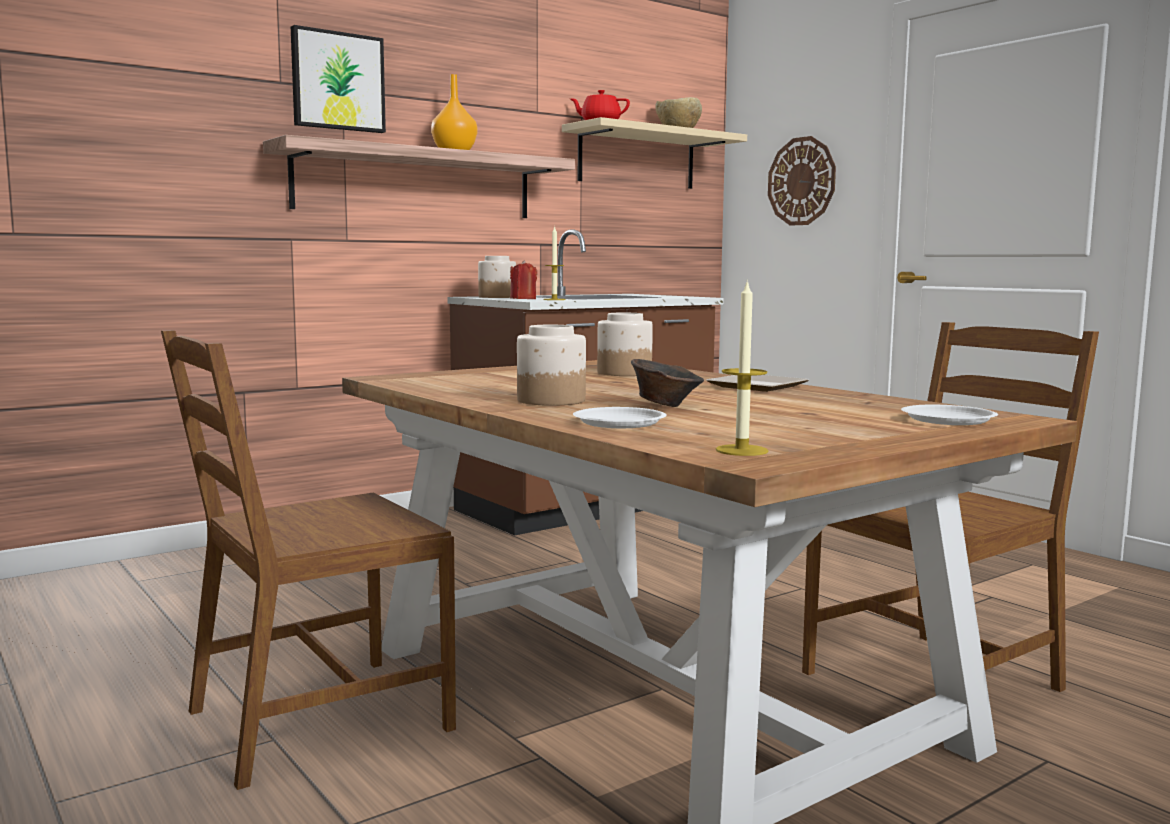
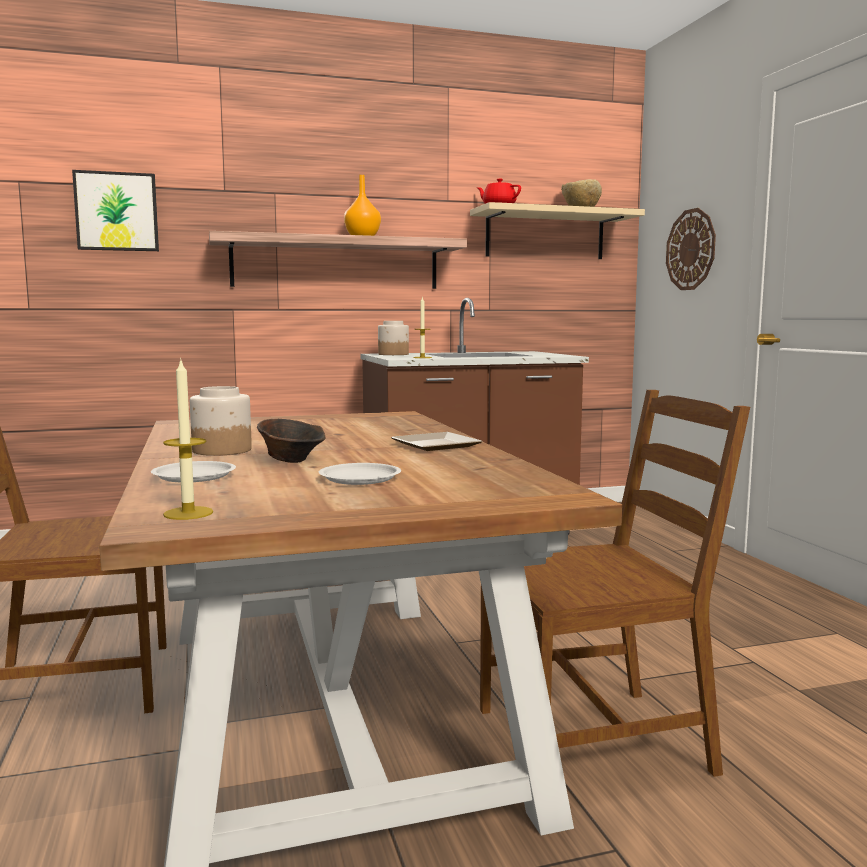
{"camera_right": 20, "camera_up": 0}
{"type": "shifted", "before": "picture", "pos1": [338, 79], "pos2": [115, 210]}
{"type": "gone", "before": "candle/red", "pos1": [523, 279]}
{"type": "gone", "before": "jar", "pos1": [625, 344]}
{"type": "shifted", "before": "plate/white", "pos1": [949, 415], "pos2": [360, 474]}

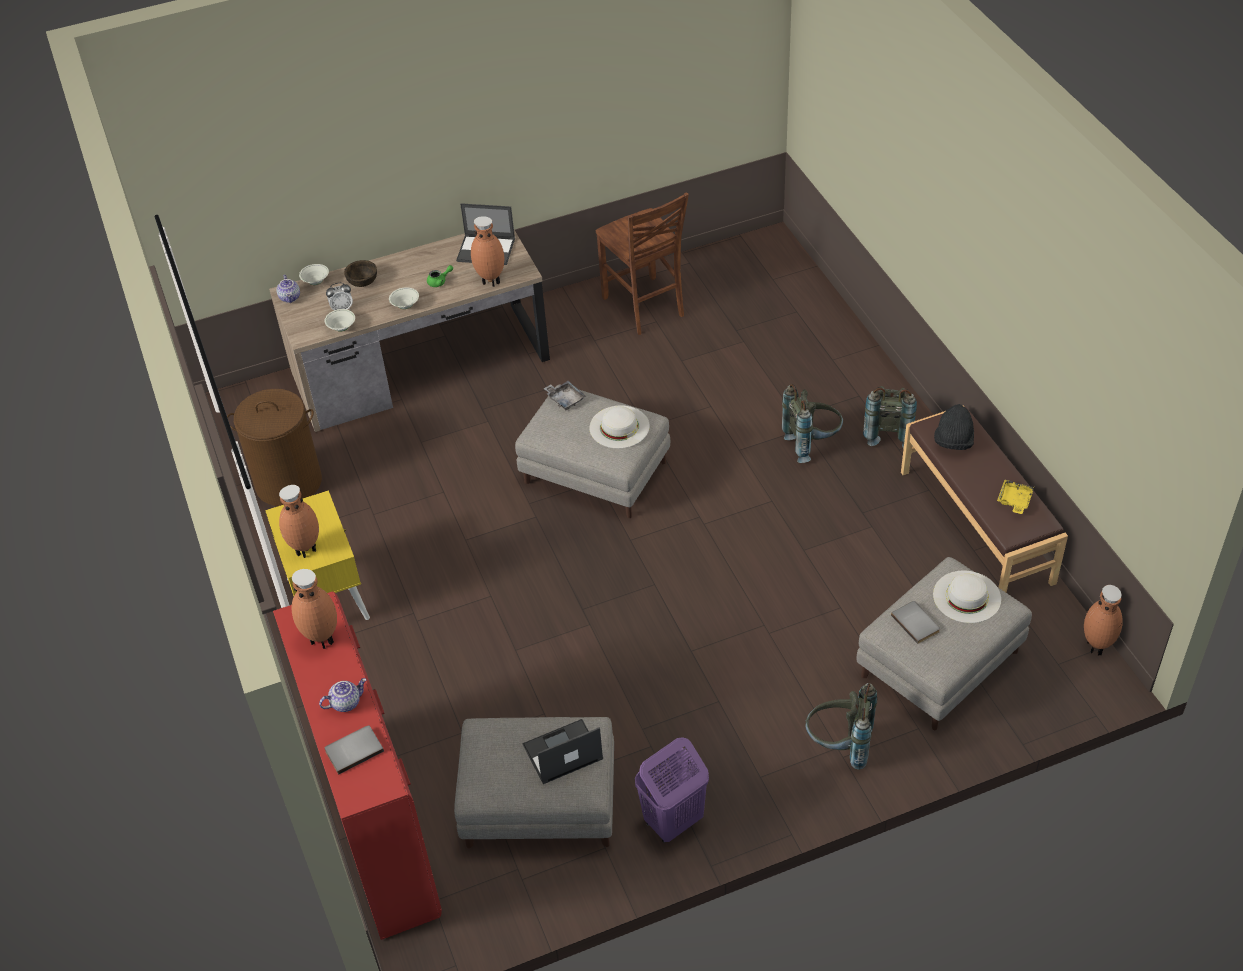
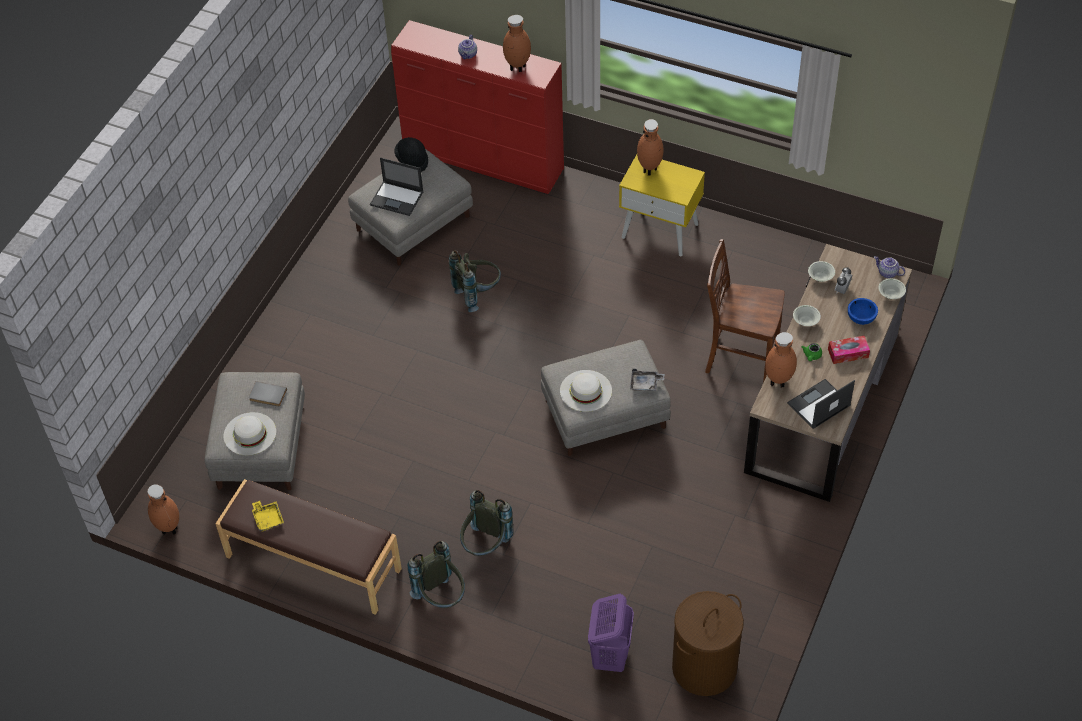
{"camera_right": 135, "camera_up": 5}
{"type": "shifted", "before": "laundry basket/brown", "pos1": [274, 447], "pos2": [708, 643]}
{"type": "gone", "before": "book/grey", "pos1": [354, 750]}
{"type": "repainted", "before": "bowl/brown", "after": "bowl/blue", "pos1": [360, 273], "pos2": [863, 311]}
{"type": "rotated", "before": "laptop", "pos1": [562, 751], "pos2": [397, 187], "turn": 90}
{"type": "shifted", "before": "chair/brown", "pos1": [642, 263], "pos2": [745, 311]}
{"type": "shifted", "before": "laundry basket/purple", "pos1": [672, 790], "pos2": [611, 633]}
{"type": "shifted", "before": "backpack/grey", "pos1": [841, 726], "pos2": [475, 281]}
{"type": "shifted", "before": "hat/black", "pos1": [954, 427], "pos2": [411, 154]}
{"type": "new", "after": "tissue box", "pos2": [849, 350]}

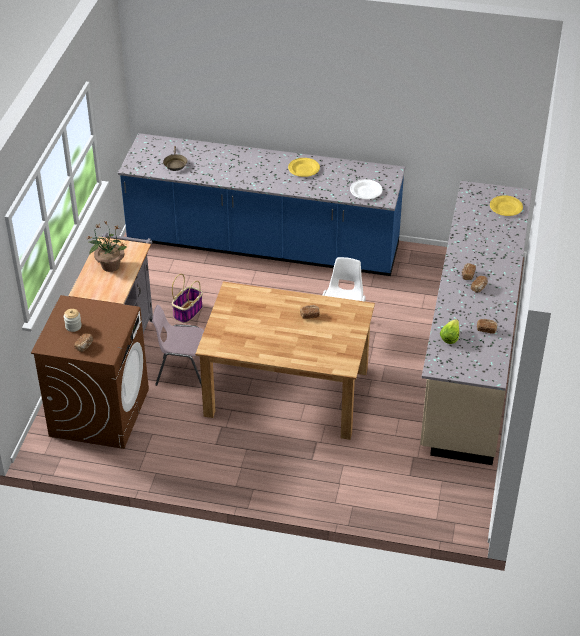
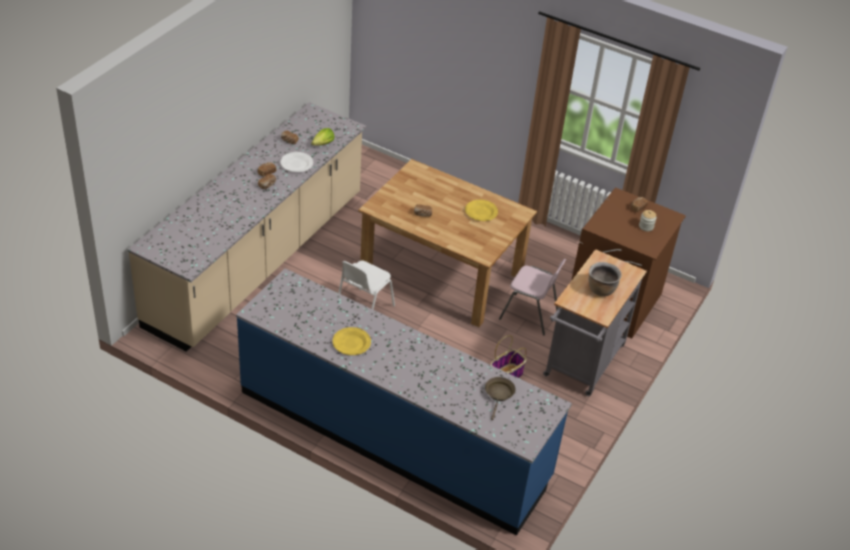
{"camera_right": -165, "camera_up": 0}
{"type": "swapped", "before": "potted plant", "after": "cooking pot/brown", "pos1": [107, 246], "pos2": [605, 279]}
{"type": "shifted", "before": "plate/white", "pos1": [366, 189], "pos2": [296, 162]}
{"type": "shifted", "before": "plate/yellow", "pos1": [506, 205], "pos2": [481, 210]}

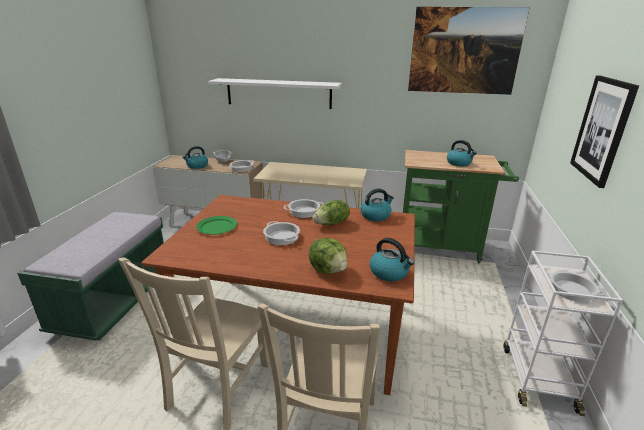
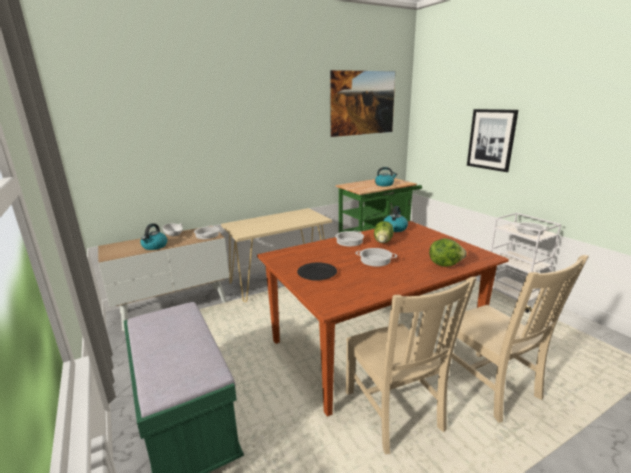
{"camera_right": -40, "camera_up": -5}
{"type": "repainted", "before": "plate/green", "after": "plate/black", "pos1": [216, 225], "pos2": [317, 272]}
{"type": "gone", "before": "shelf/white", "pos1": [275, 93]}
{"type": "gone", "before": "kettle", "pos1": [392, 259]}

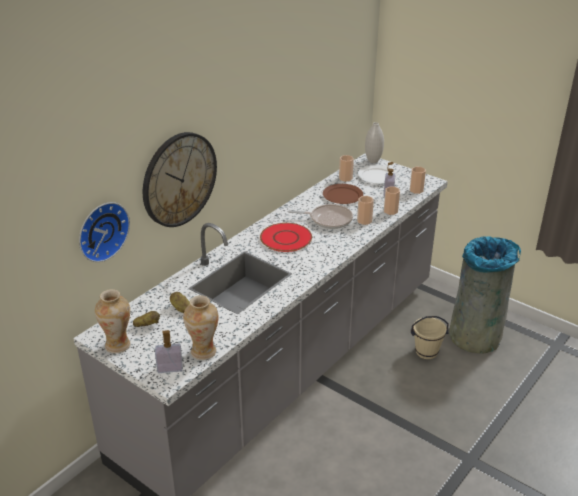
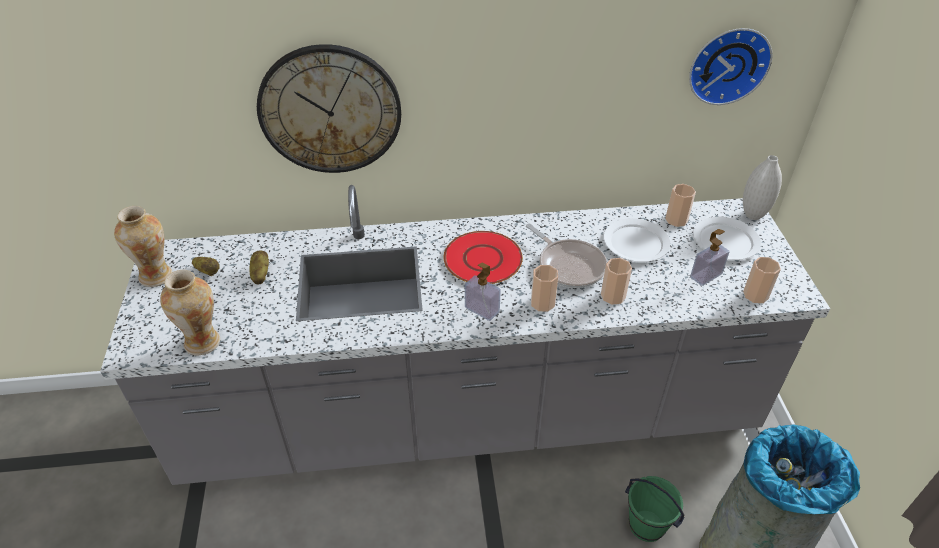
{"camera_right": 45, "camera_up": 10}
{"type": "shifted", "before": "wall clock", "pos1": [104, 232], "pos2": [730, 66]}
{"type": "shifted", "before": "soap dispenser", "pos1": [169, 351], "pos2": [483, 291]}
{"type": "repainted", "before": "plate/brown", "after": "plate/white", "pos1": [343, 194], "pos2": [637, 240]}
{"type": "shifted", "before": "cup", "pos1": [392, 201], "pos2": [544, 288]}
{"type": "repainted", "before": "bucket/beige", "after": "bucket/green", "pos1": [430, 337], "pos2": [655, 509]}

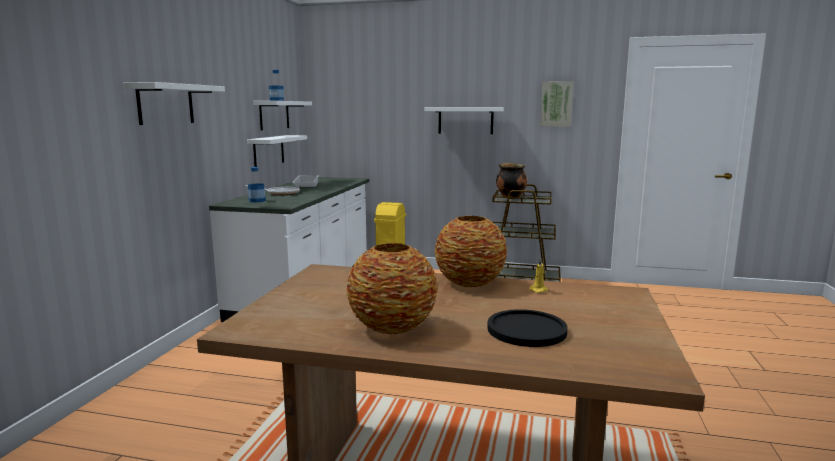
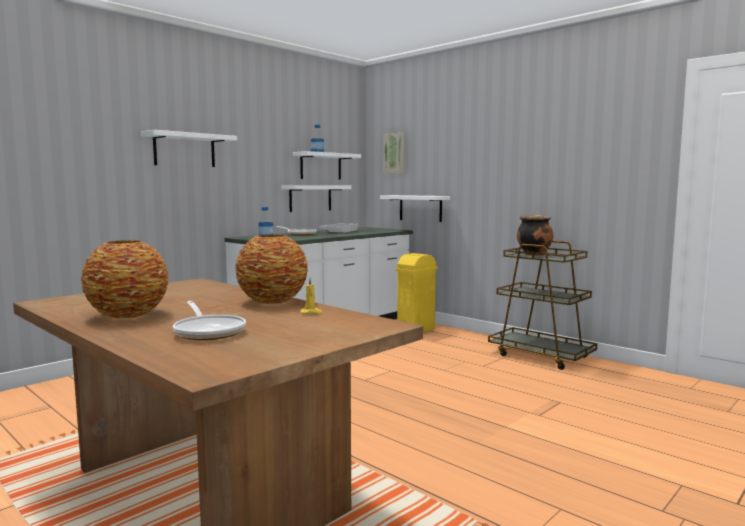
{"camera_right": 30, "camera_up": -5}
{"type": "shifted", "before": "shelf/white", "pos1": [464, 120], "pos2": [415, 208]}
{"type": "swapped", "before": "plate/black", "after": "frying pan", "pos1": [527, 328], "pos2": [209, 320]}
{"type": "shifted", "before": "picture", "pos1": [556, 104], "pos2": [394, 153]}

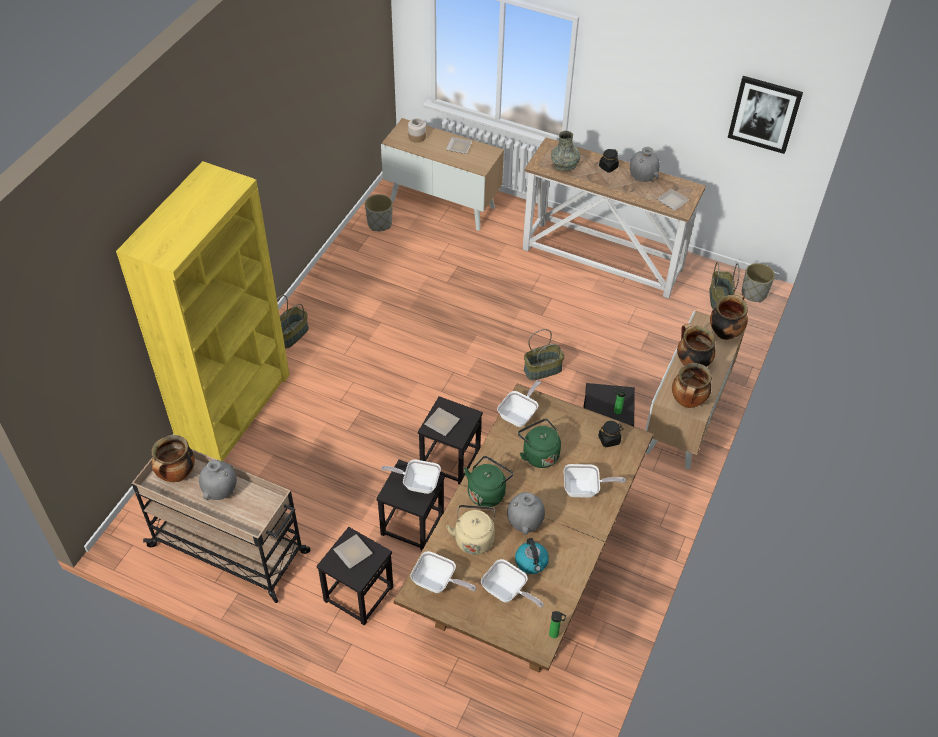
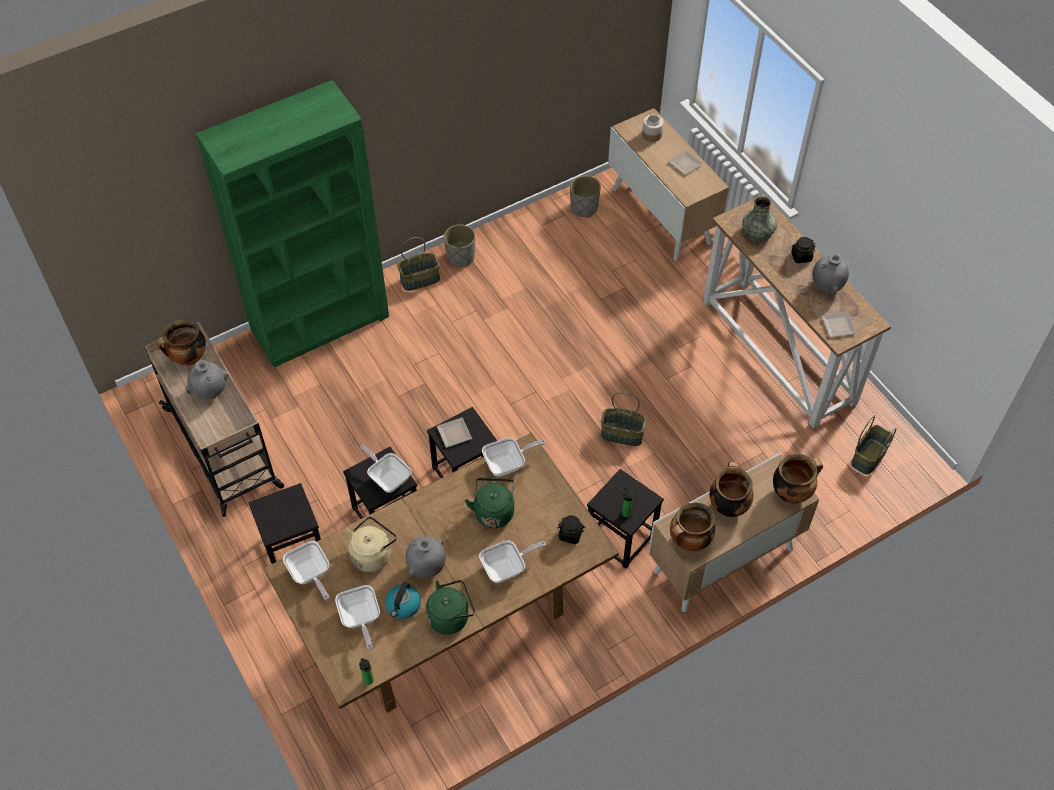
{"camera_right": 35, "camera_up": 5}
{"type": "repainted", "before": "bookcase/yellow", "after": "bookcase/green", "pos1": [203, 311], "pos2": [292, 223]}
{"type": "gone", "before": "plate", "pos1": [353, 551]}
{"type": "shifted", "before": "kettle/green", "pos1": [488, 481], "pos2": [450, 607]}
{"type": "rotated", "before": "frying pan", "pos1": [595, 481], "pos2": [512, 561], "turn": -60}
{"type": "gone", "before": "picture", "pos1": [765, 115]}
{"type": "shifted", "before": "planter/grey", "pos1": [758, 282], "pos2": [459, 246]}

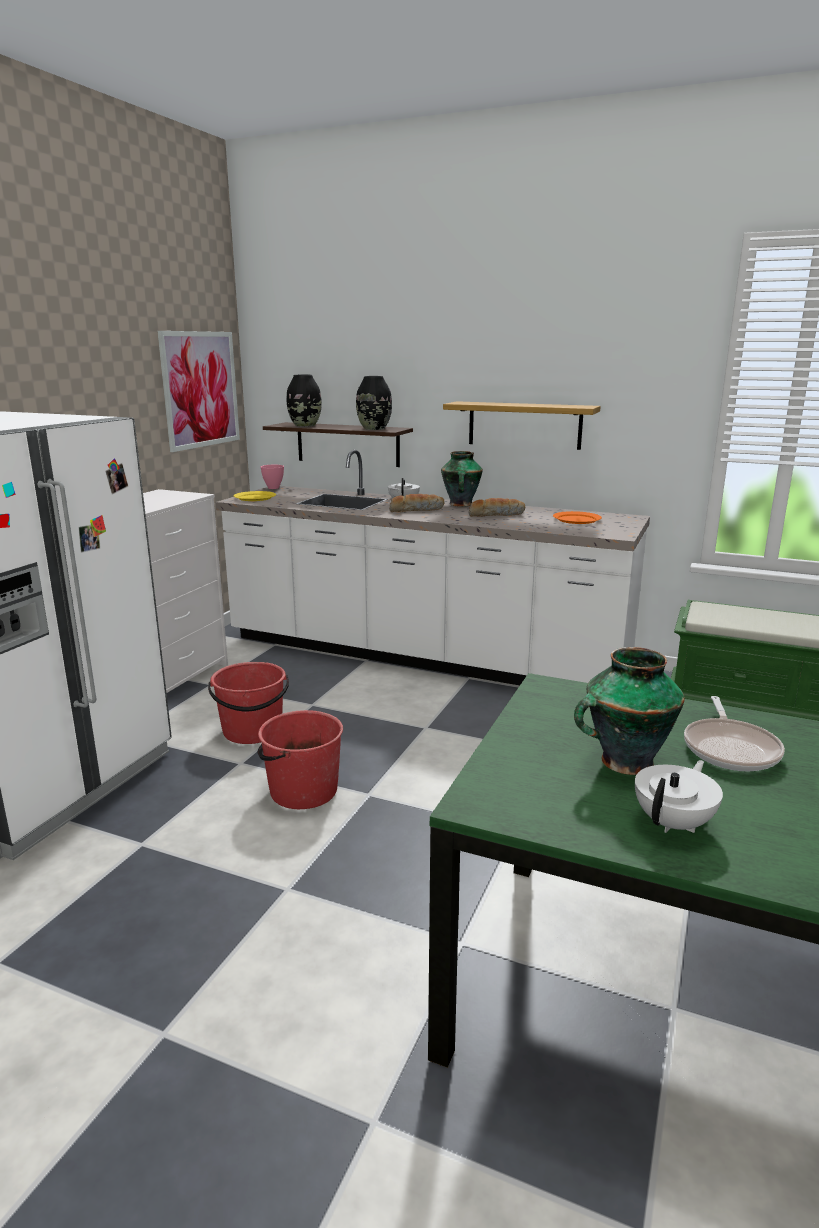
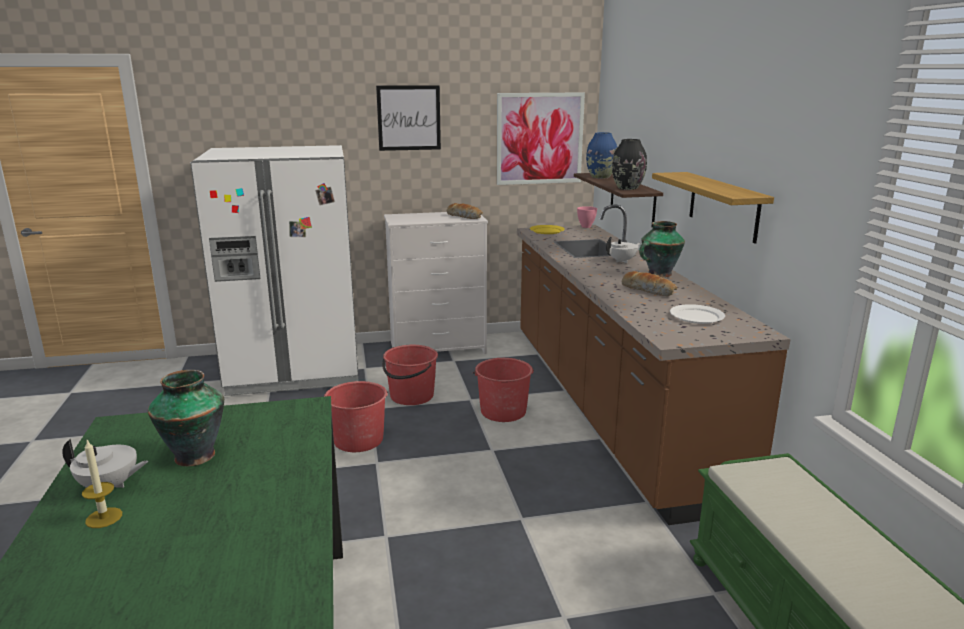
{"camera_right": 55, "camera_up": 0}
{"type": "repainted", "before": "counter/white", "after": "counter/brown", "pos1": [433, 567], "pos2": [654, 364]}
{"type": "repainted", "before": "vase/black", "after": "vase/blue", "pos1": [304, 401], "pos2": [601, 155]}
{"type": "shifted", "before": "bread", "pos1": [417, 503], "pos2": [465, 211]}
{"type": "repainted", "before": "plate/orange", "after": "plate/white", "pos1": [577, 517], "pos2": [697, 314]}
{"type": "gone", "before": "frying pan", "pos1": [734, 733]}
{"type": "new", "after": "candle", "pos2": [102, 484]}
{"type": "new", "after": "picture", "pos2": [408, 118]}
{"type": "new", "after": "bucket/red", "pos2": [503, 390]}

